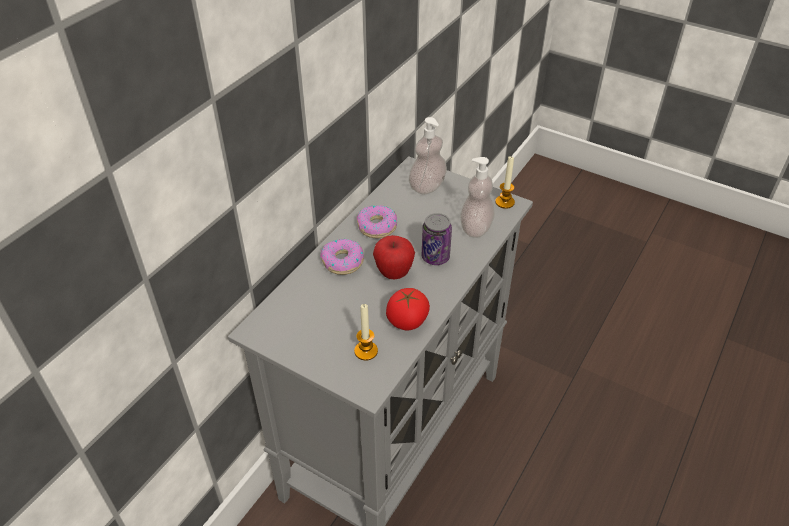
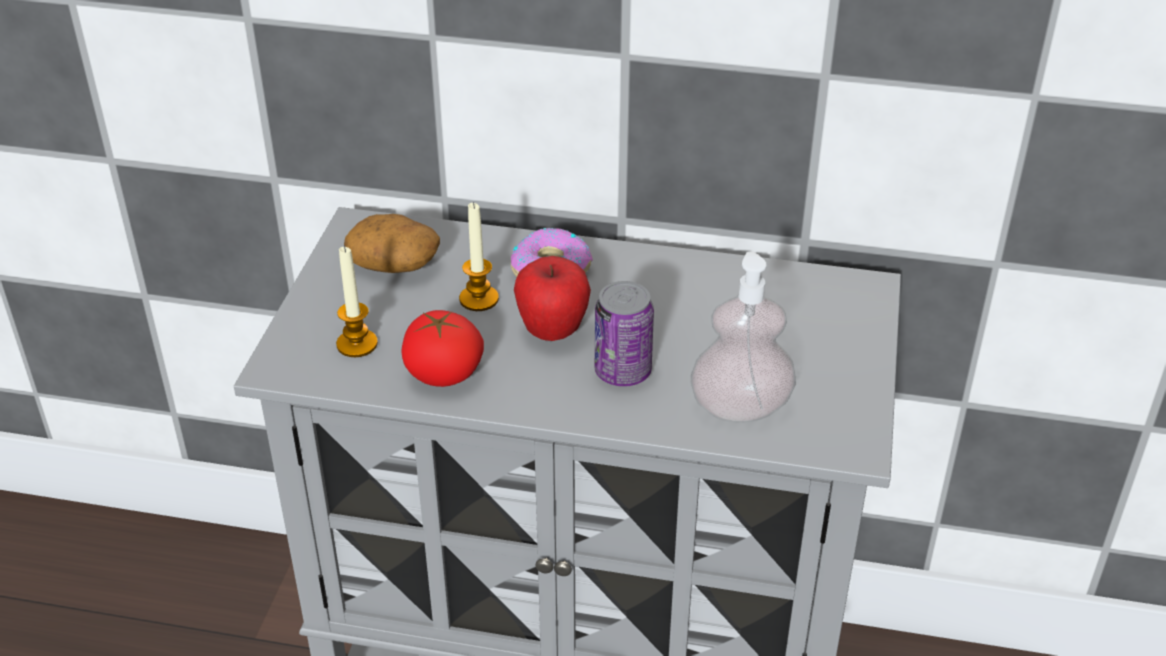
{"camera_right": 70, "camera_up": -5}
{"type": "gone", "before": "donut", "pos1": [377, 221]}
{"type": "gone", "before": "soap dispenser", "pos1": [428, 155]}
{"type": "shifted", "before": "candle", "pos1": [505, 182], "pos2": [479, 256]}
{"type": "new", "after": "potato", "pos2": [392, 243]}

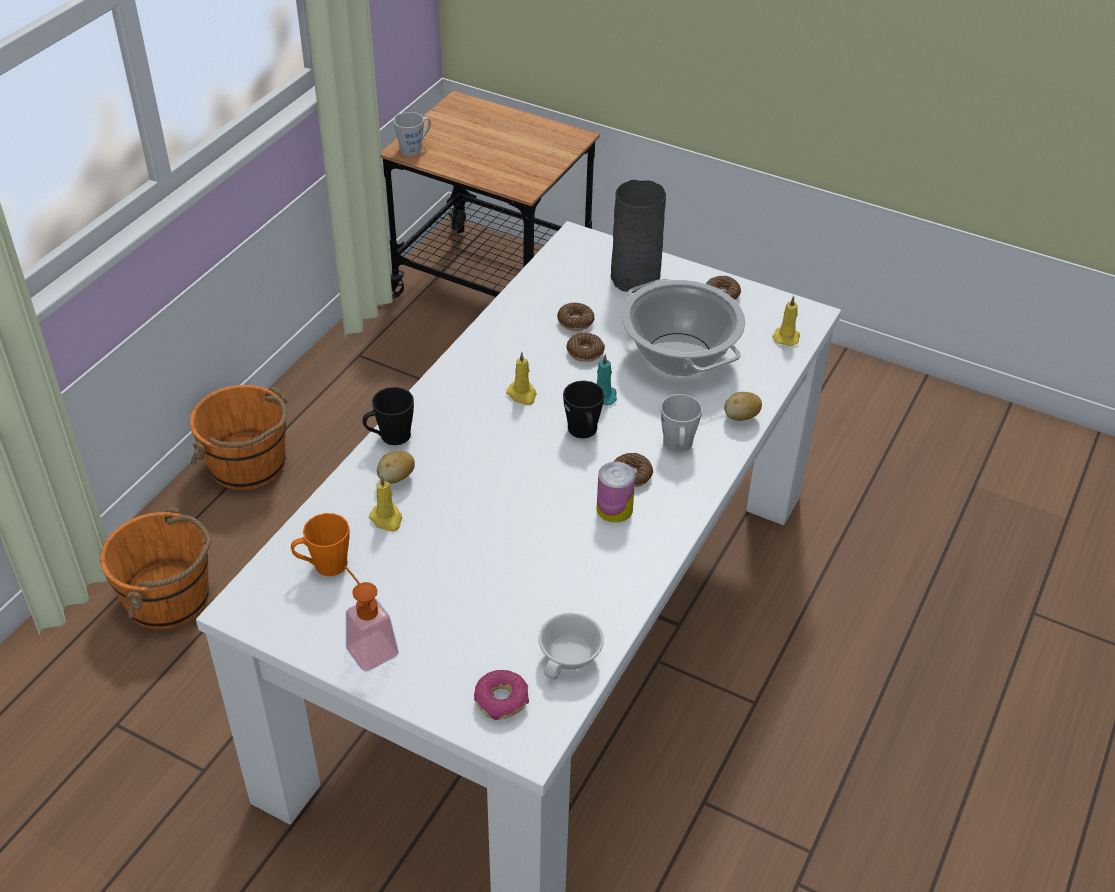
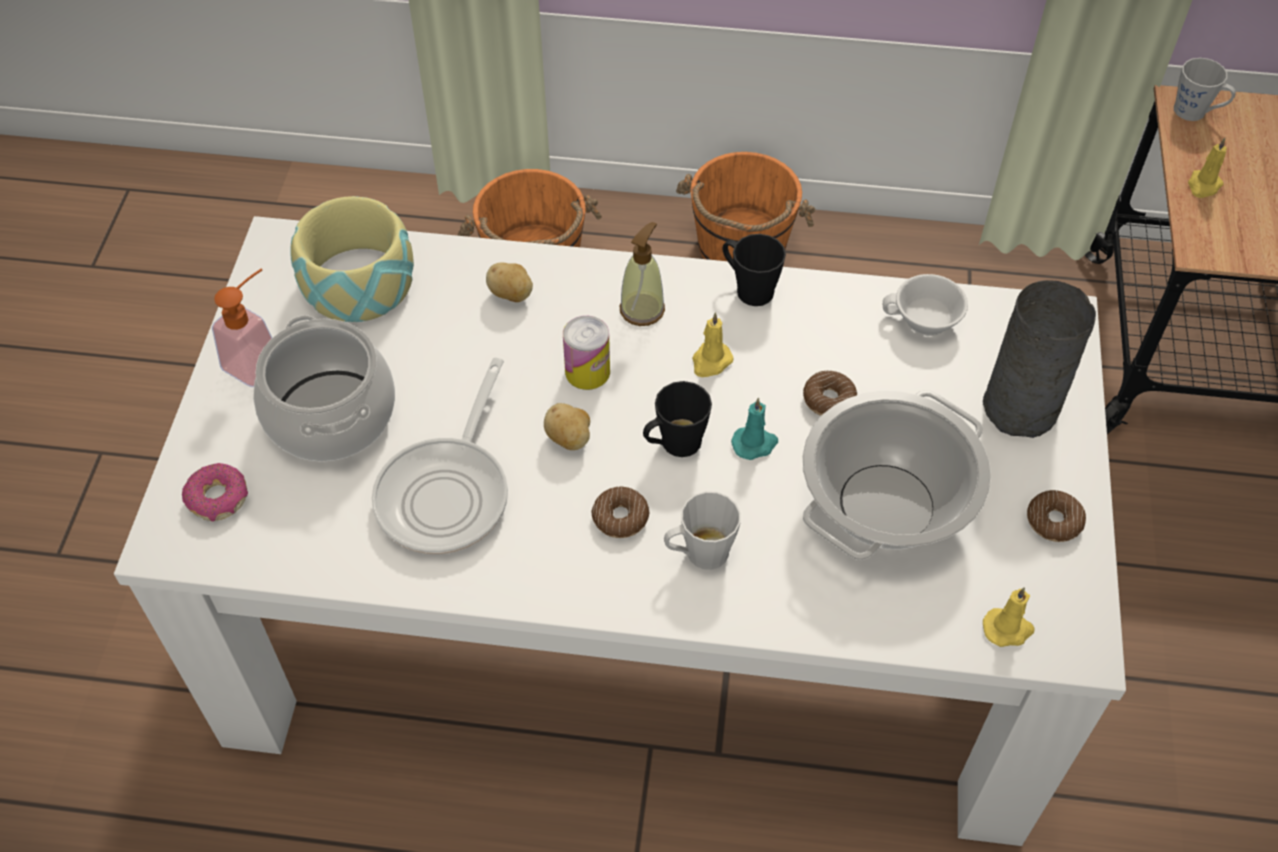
{"camera_right": 70, "camera_up": 10}
{"type": "swapped", "before": "mug/orange", "after": "bowl", "pos1": [320, 544], "pos2": [352, 259]}
{"type": "shifted", "before": "mug/black", "pos1": [388, 416], "pos2": [754, 270]}
{"type": "shifted", "before": "candle/yellow", "pos1": [385, 504], "pos2": [1207, 168]}
{"type": "shifted", "before": "cup/white", "pos1": [571, 646], "pos2": [925, 305]}
{"type": "gone", "before": "donut", "pos1": [575, 317]}
{"type": "shifted", "before": "can", "pos1": [616, 492], "pos2": [586, 353]}
{"type": "shifted", "before": "potato", "pos1": [743, 406], "pos2": [567, 426]}
{"type": "new", "after": "cooking pot", "pos2": [324, 388]}
{"type": "new", "after": "frying pan", "pos2": [440, 456]}
{"type": "new", "after": "soap dispenser", "pos2": [642, 274]}

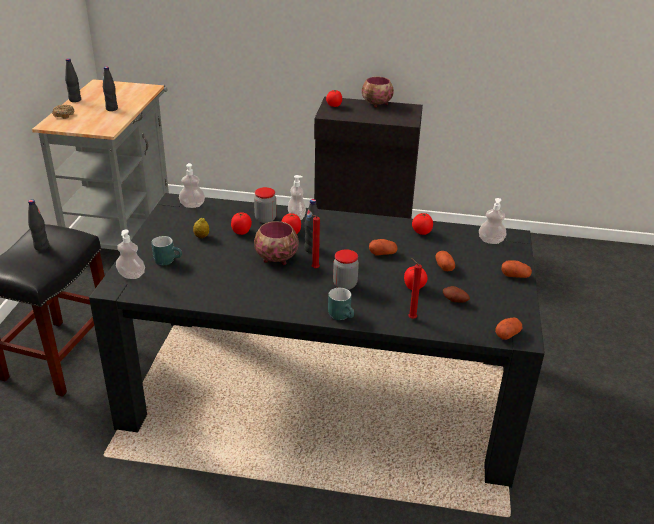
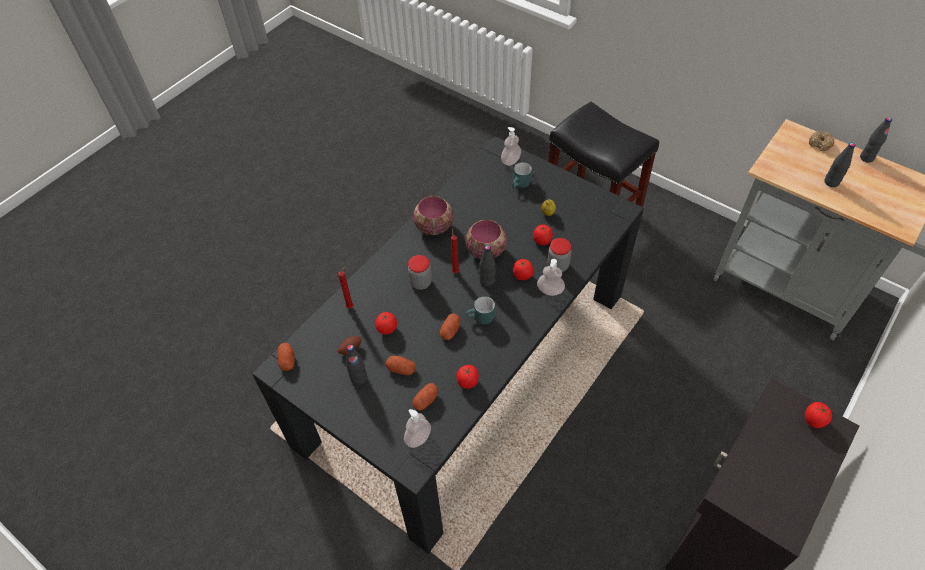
{"camera_right": 120, "camera_up": 20}
{"type": "shifted", "before": "bottle/black", "pos1": [38, 225], "pos2": [356, 365]}
{"type": "gone", "before": "soap dispenser", "pos1": [192, 185]}
{"type": "shifted", "before": "mug/turquoise", "pos1": [341, 304], "pos2": [480, 310]}
{"type": "shifted", "before": "bowl", "pos1": [378, 92], "pos2": [433, 216]}
{"type": "shifted", "before": "potato", "pos1": [517, 269], "pos2": [425, 397]}

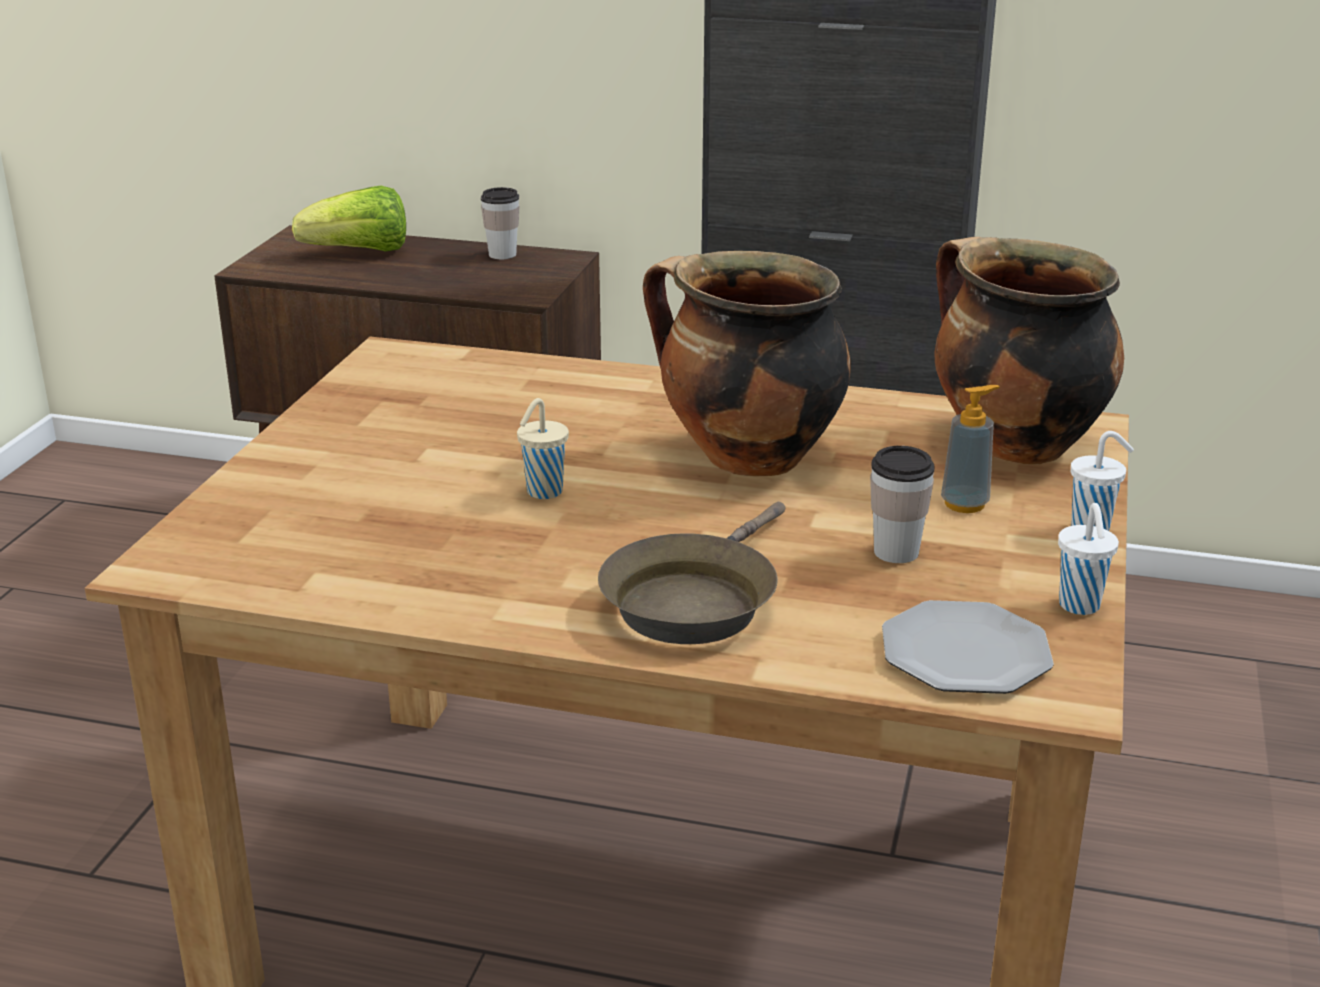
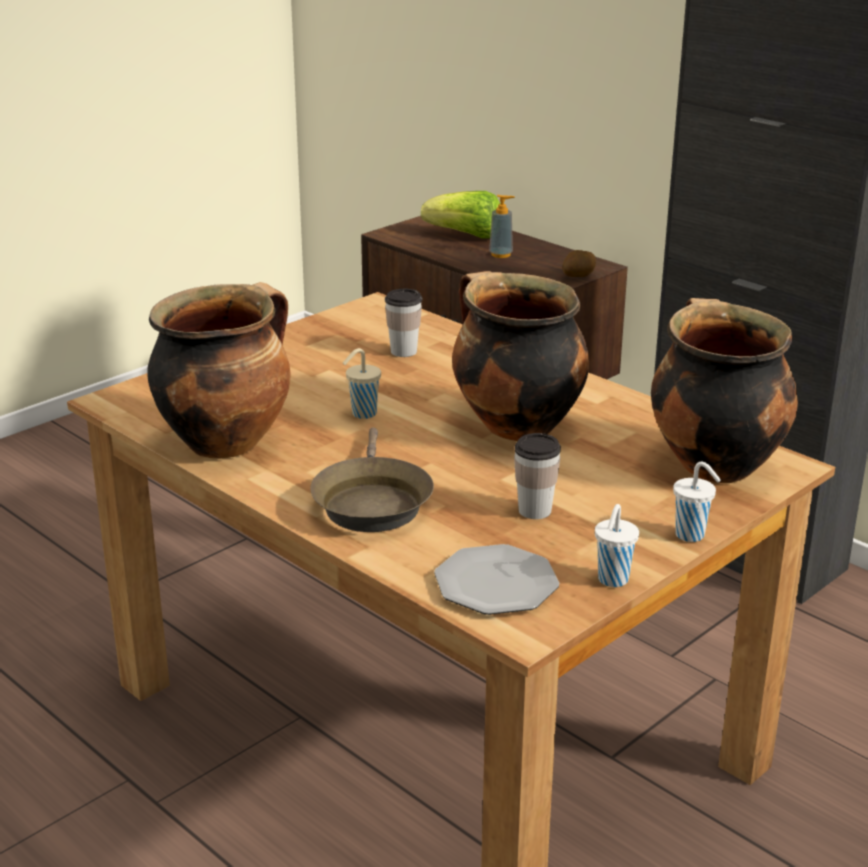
{"camera_right": 30, "camera_up": 0}
{"type": "shifted", "before": "cup", "pos1": [500, 223], "pos2": [403, 323]}
{"type": "rotated", "before": "frying pan/brown", "pos1": [692, 573], "pos2": [372, 480], "turn": -60}
{"type": "shifted", "before": "soap dispenser", "pos1": [970, 449], "pos2": [502, 226]}
{"type": "new", "after": "cooking pot", "pos2": [218, 370]}
{"type": "new", "after": "potato", "pos2": [579, 263]}

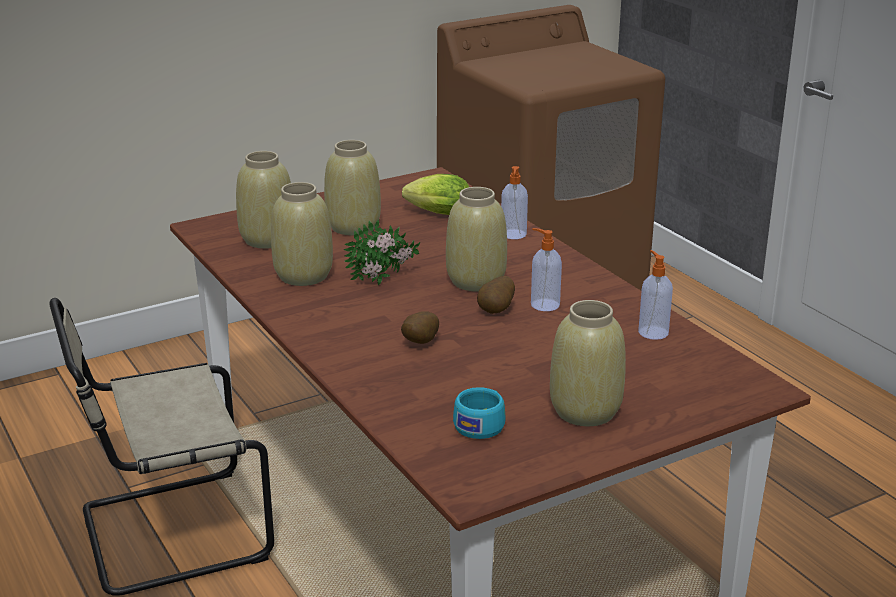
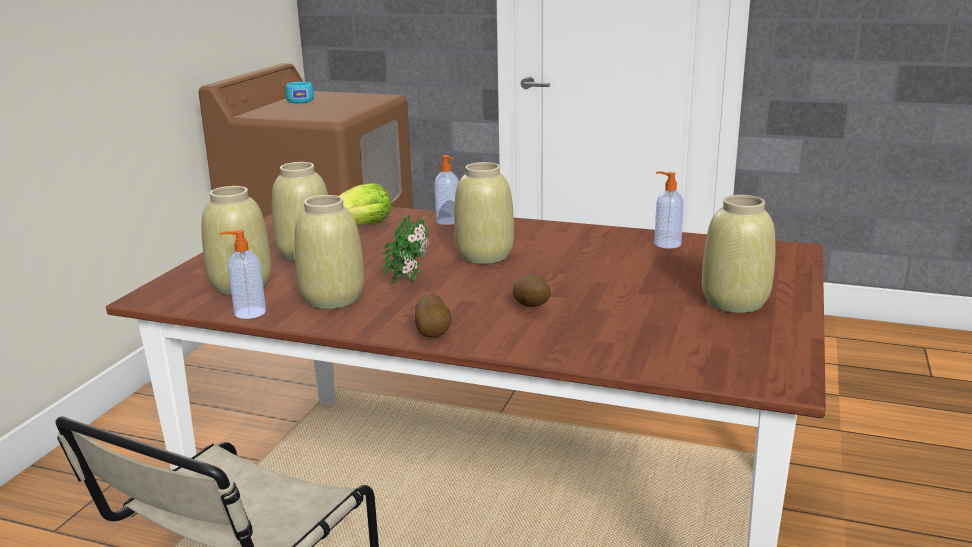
{"camera_right": -40, "camera_up": -5}
{"type": "shifted", "before": "cup/turquoise", "pos1": [479, 413], "pos2": [300, 92]}
{"type": "shifted", "before": "potato", "pos1": [496, 295], "pos2": [433, 315]}
{"type": "shifted", "before": "soap dispenser", "pos1": [546, 269], "pos2": [243, 274]}

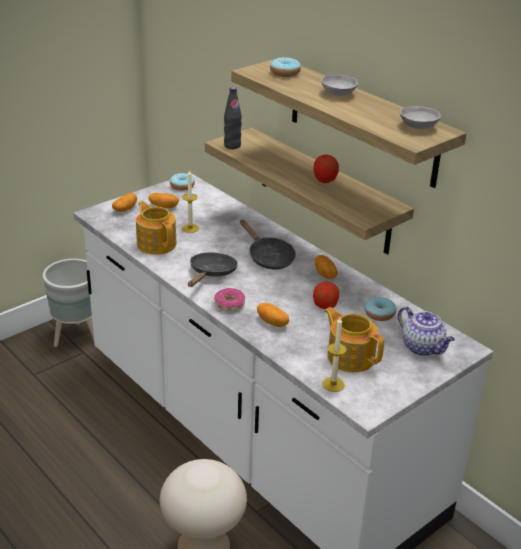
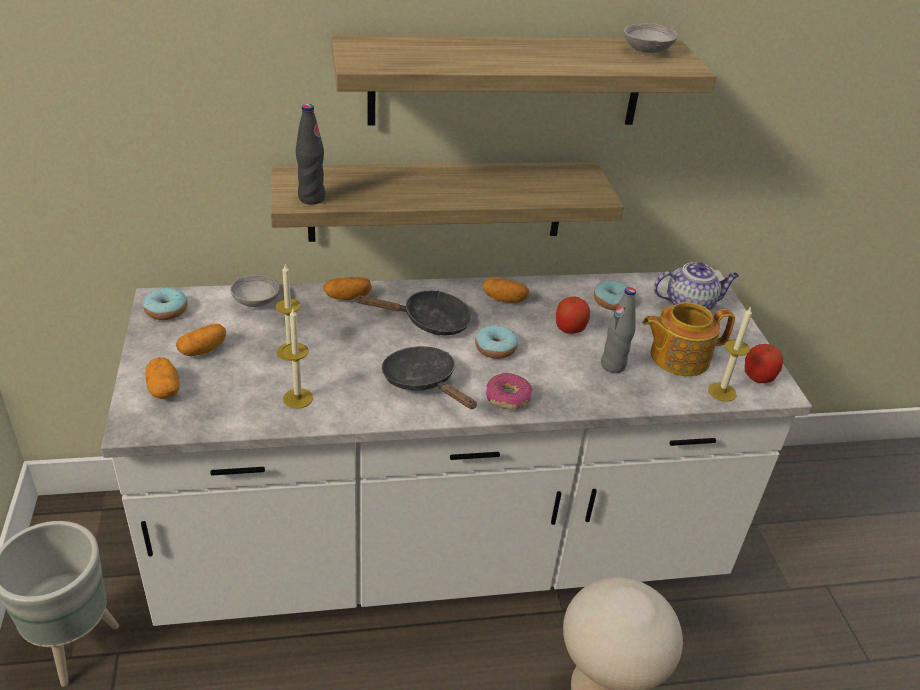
{"camera_right": -60, "camera_up": 5}
{"type": "swapped", "before": "teapot", "after": "candle", "pos1": [156, 228], "pos2": [297, 359]}
{"type": "shifted", "before": "potato", "pos1": [273, 315], "pos2": [348, 288]}
{"type": "shifted", "before": "donut", "pos1": [285, 67], "pos2": [496, 342]}
{"type": "shifted", "before": "apple", "pos1": [326, 168], "pos2": [764, 363]}
{"type": "shifted", "before": "bowl/grey", "pos1": [339, 85], "pos2": [255, 291]}
{"type": "new", "after": "bottle/grey", "pos2": [618, 330]}

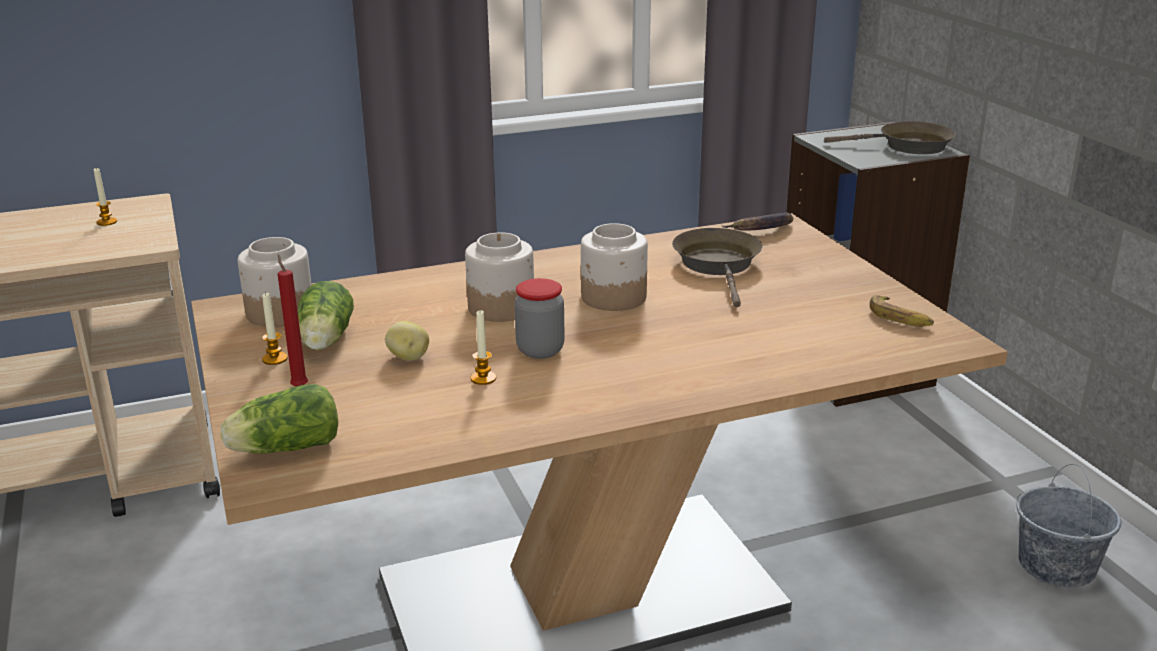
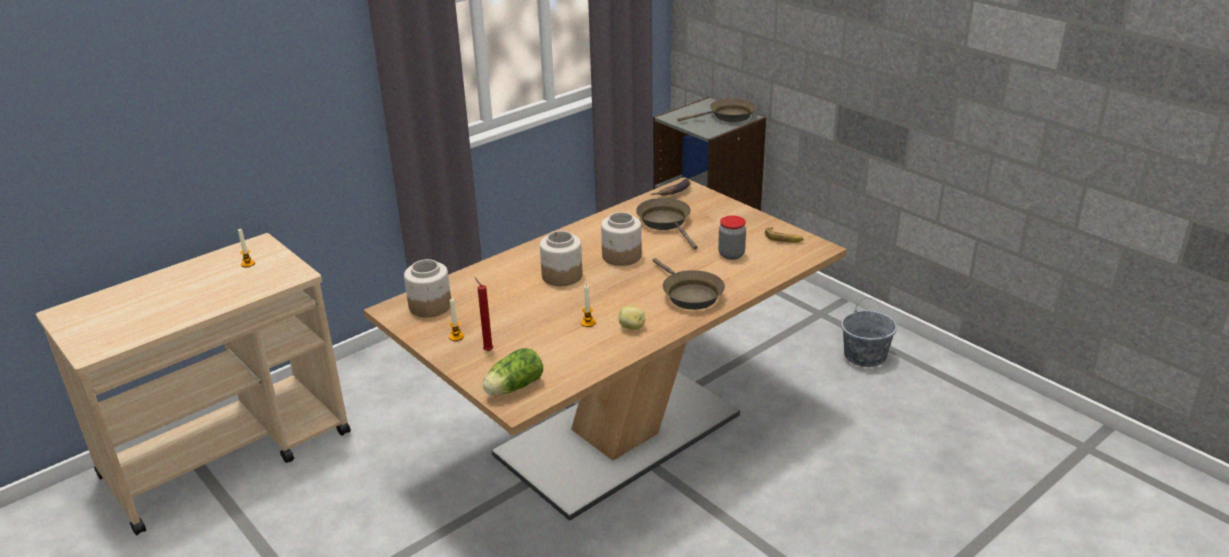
{"camera_right": -20, "camera_up": 5}
{"type": "gone", "before": "lettuce", "pos1": [326, 315]}
{"type": "shifted", "before": "potato", "pos1": [407, 341], "pos2": [632, 318]}
{"type": "shifted", "before": "jar", "pos1": [540, 318], "pos2": [732, 238]}
{"type": "new", "after": "frying pan/brown", "pos2": [689, 284]}

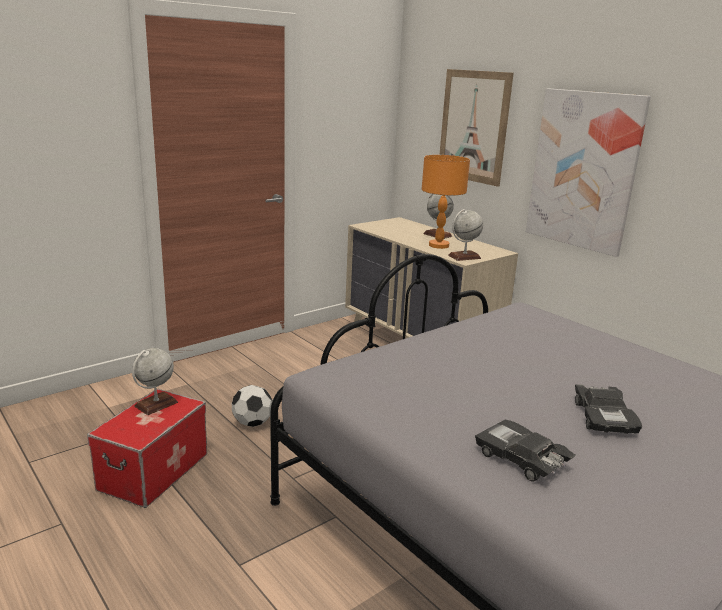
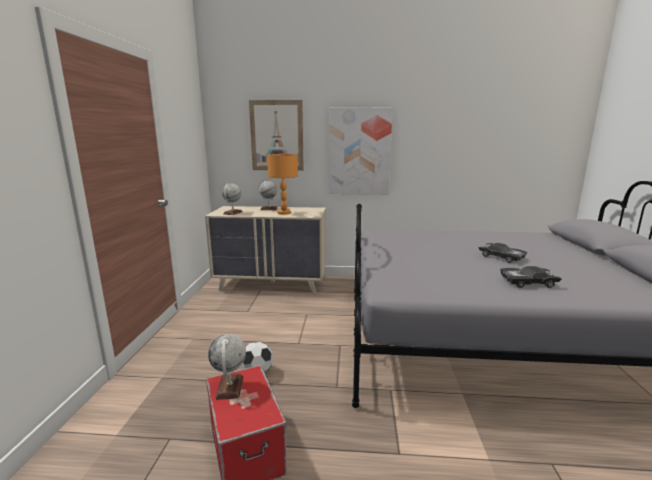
{"camera_right": -45, "camera_up": -5}
{"type": "shifted", "before": "globe", "pos1": [465, 235], "pos2": [232, 199]}

